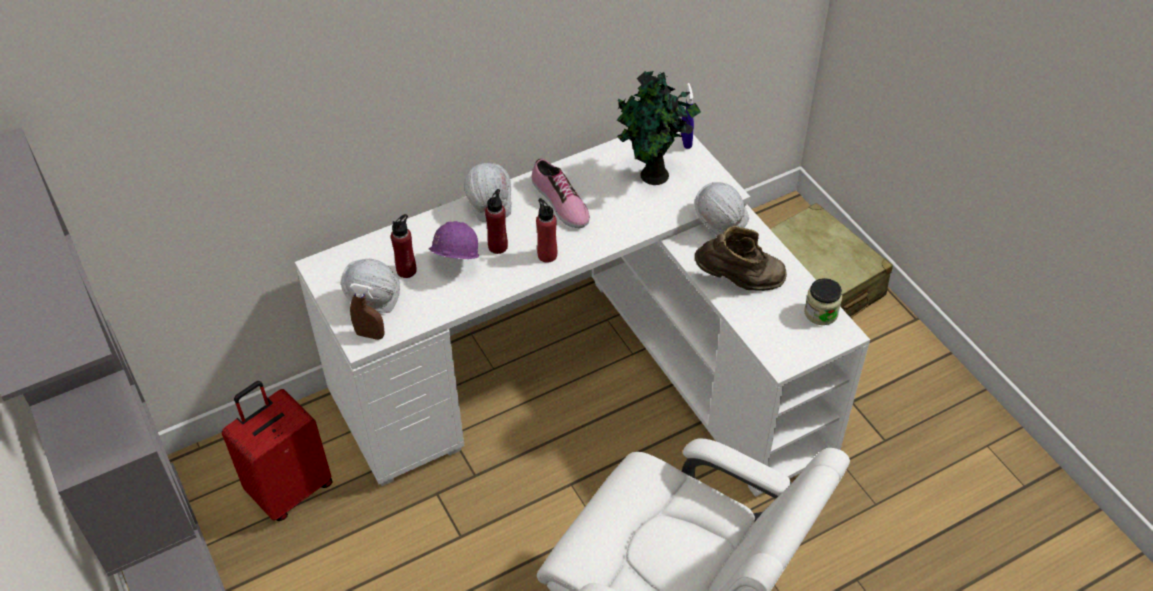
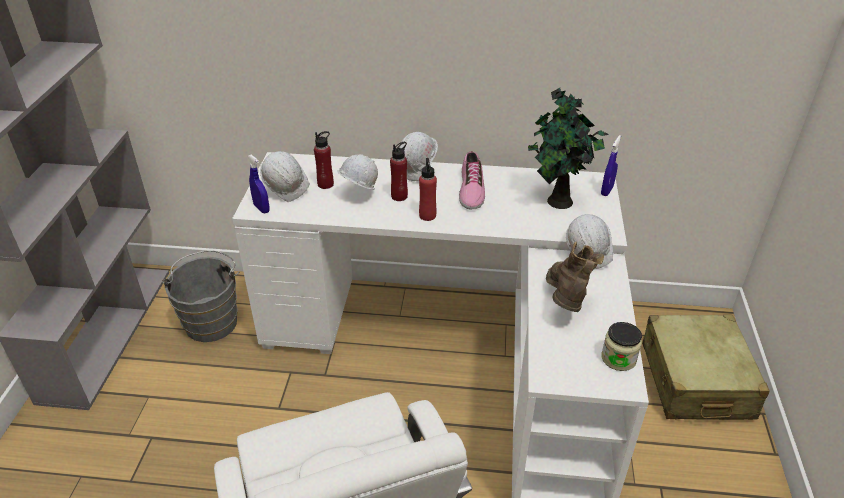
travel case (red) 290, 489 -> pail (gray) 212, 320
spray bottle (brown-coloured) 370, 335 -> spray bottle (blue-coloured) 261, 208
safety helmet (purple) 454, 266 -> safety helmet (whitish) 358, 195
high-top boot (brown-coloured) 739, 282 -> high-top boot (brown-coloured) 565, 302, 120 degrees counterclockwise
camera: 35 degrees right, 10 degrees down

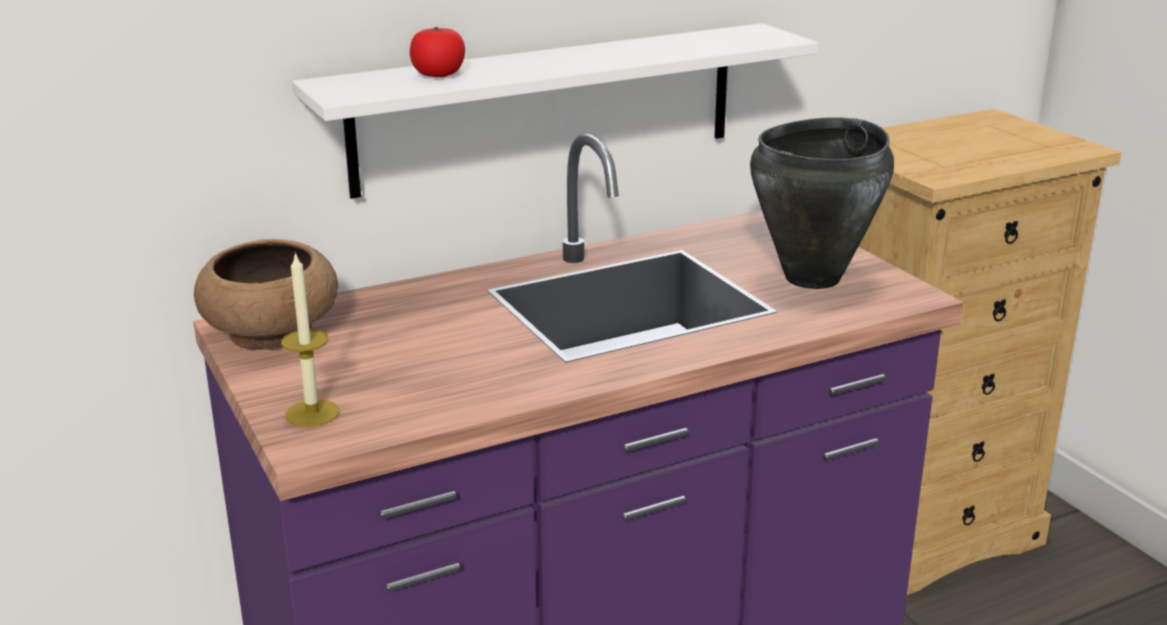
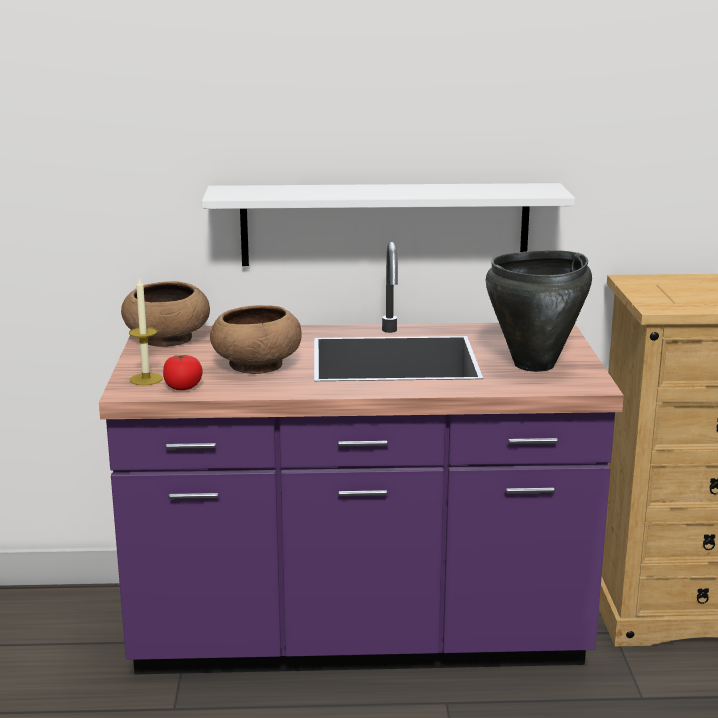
none -> bowl (brown-coloured) 255, 365
tomato 438, 74 -> tomato 183, 387, move
camera: 25 degrees right, 5 degrees down

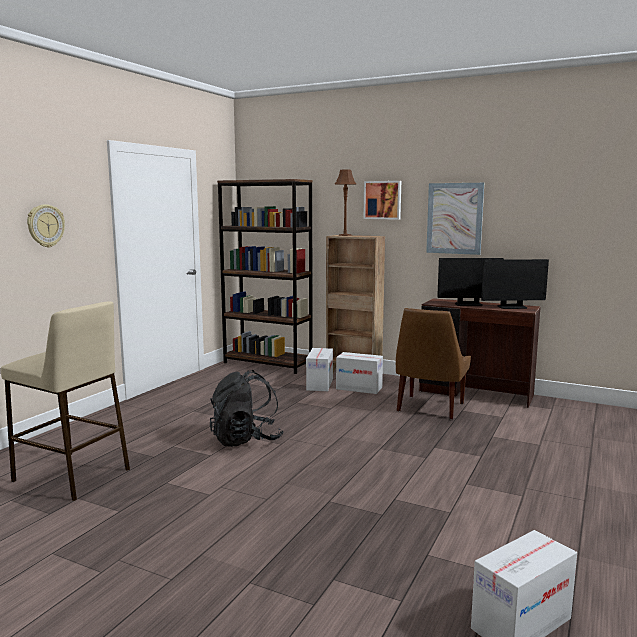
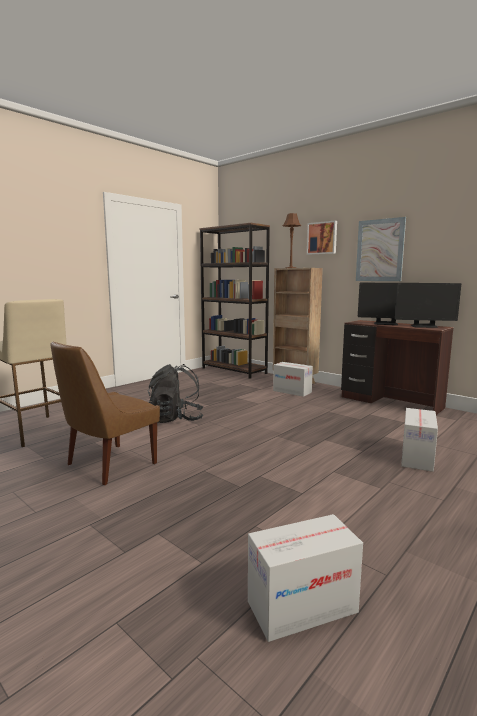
hanging clock 45, 226 -> none
carton 320, 384 -> carton 417, 457, move
upright chair (brown-coloured) 429, 408 -> upright chair (brown-coloured) 108, 465, move
camera: 15 degrees right, 0 degrees up

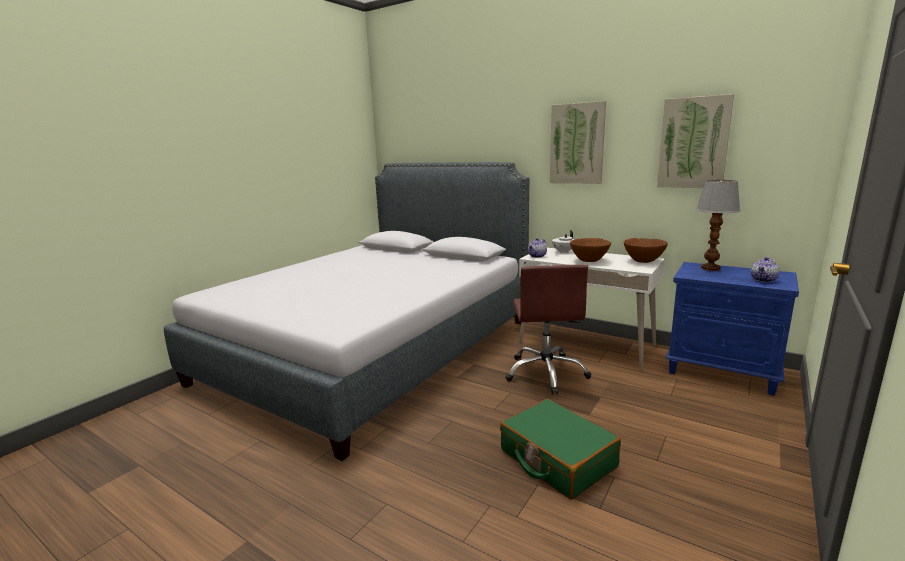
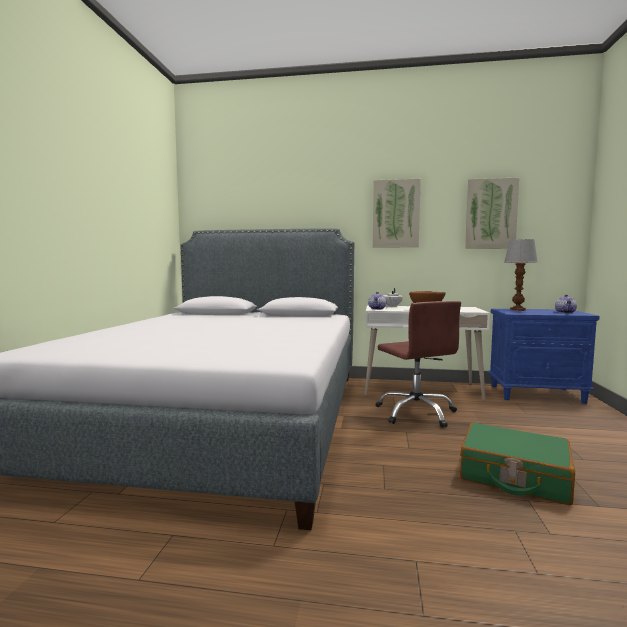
bowl (brown-coloured) 643, 261 -> none
camera: 25 degrees left, 10 degrees down

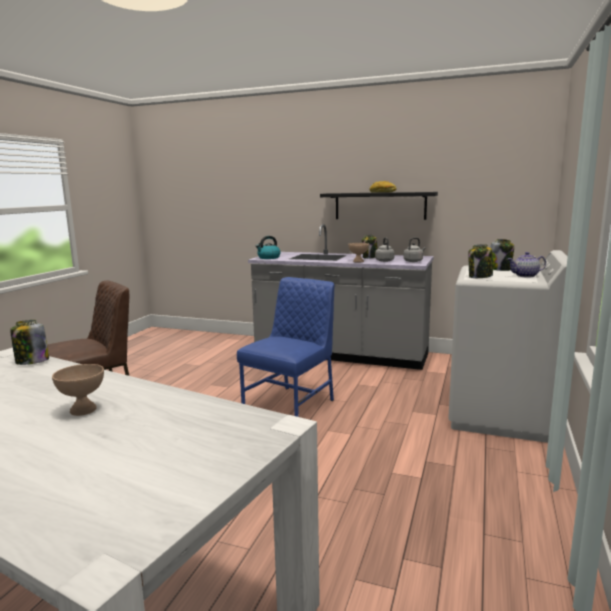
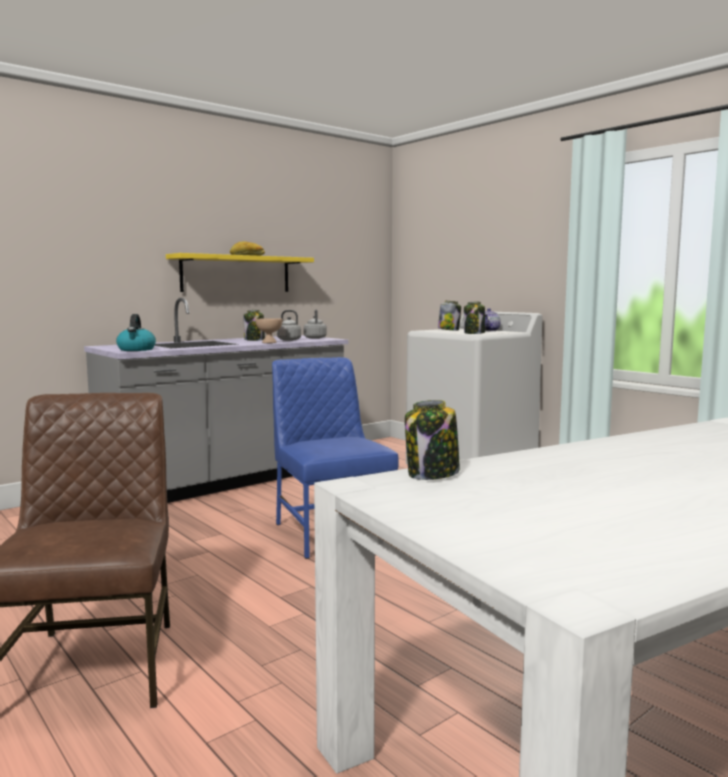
bowl (sand-coloured) 83, 409 -> none
bracket shelf (black) 380, 206 -> bracket shelf (yellow) 236, 274
camera: 60 degrees left, 5 degrees down

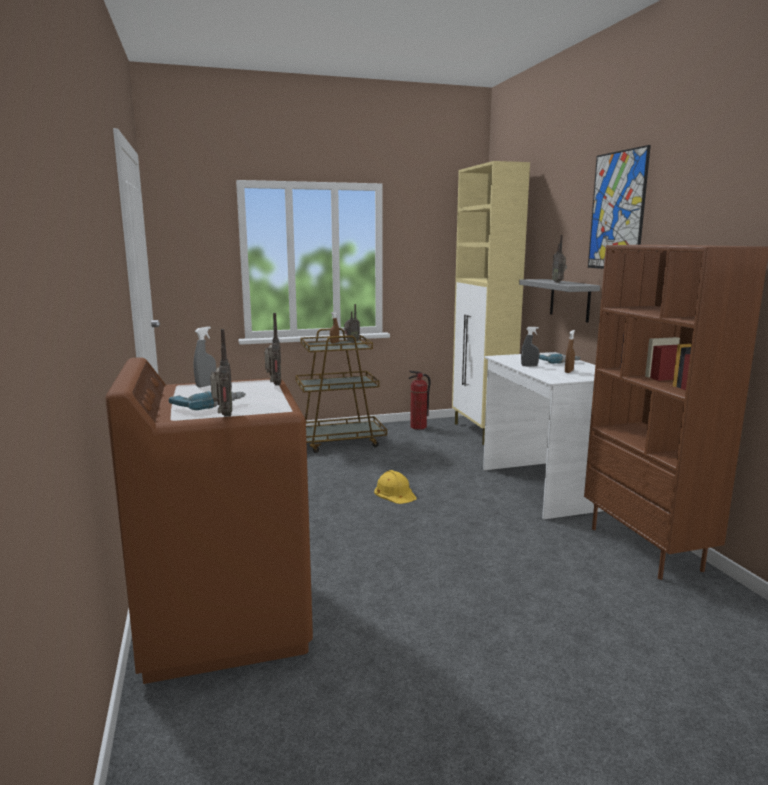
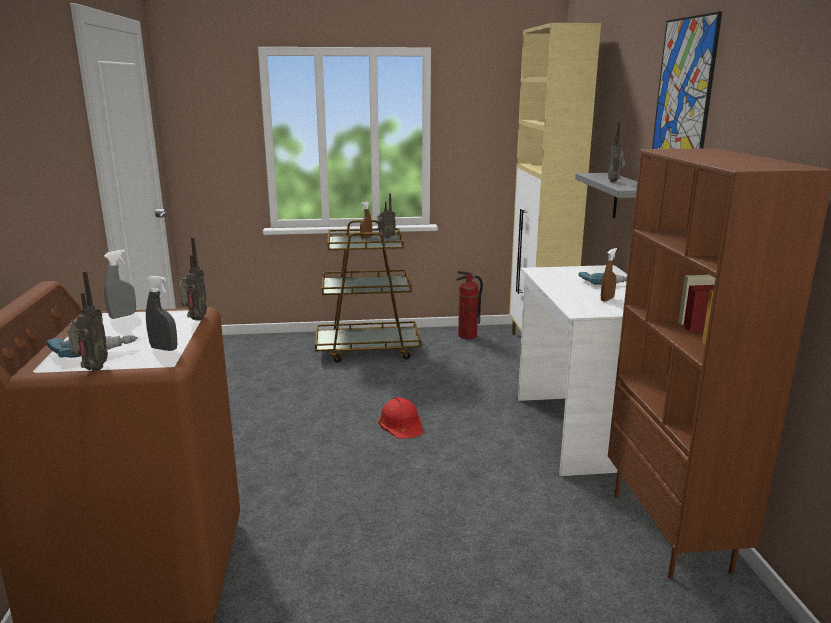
spray bottle (gray) 529, 366 -> spray bottle (gray) 164, 349, move
safety helmet (yellow) 395, 493 -> safety helmet (red) 401, 424
camera: 10 degrees right, 5 degrees up

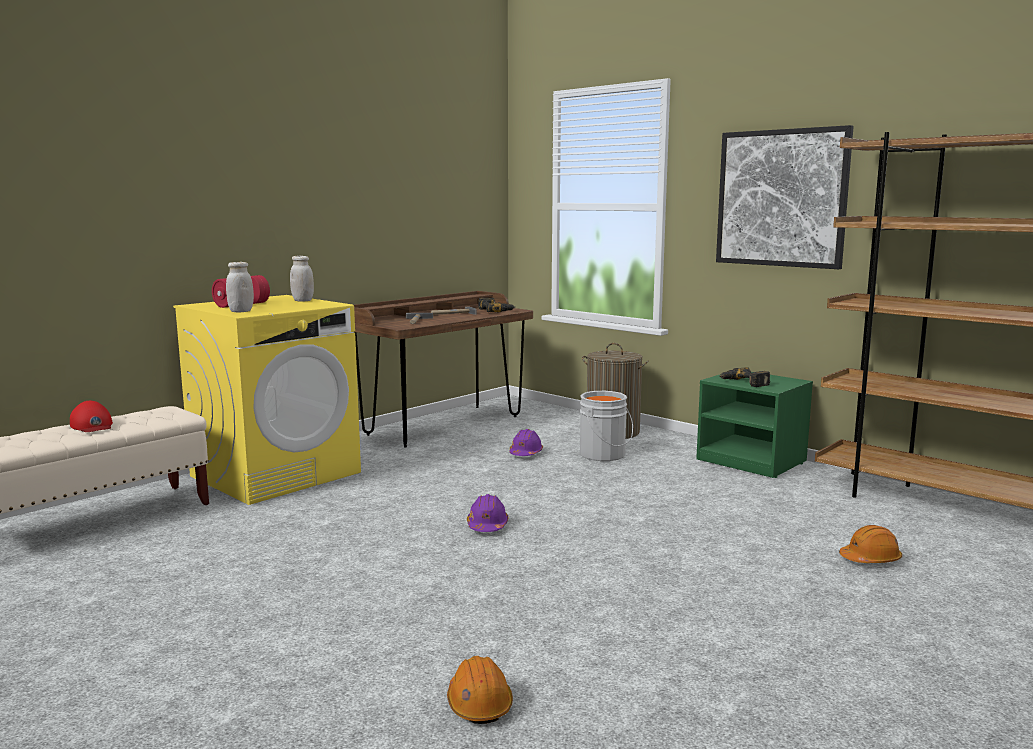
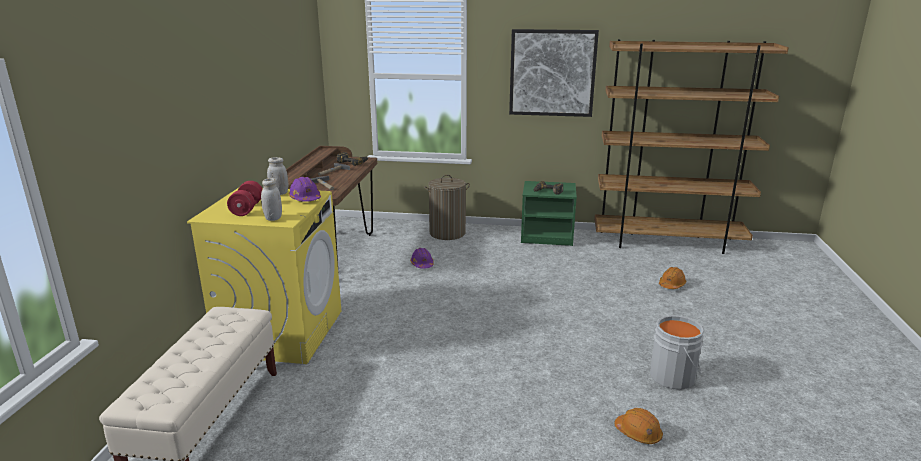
cap (red) 92, 425 -> none
safety helmet (purple) 487, 526 -> safety helmet (purple) 305, 199, move
pail (gray) 604, 455 -> pail (gray) 675, 377, move
camera: 35 degrees left, 10 degrees up

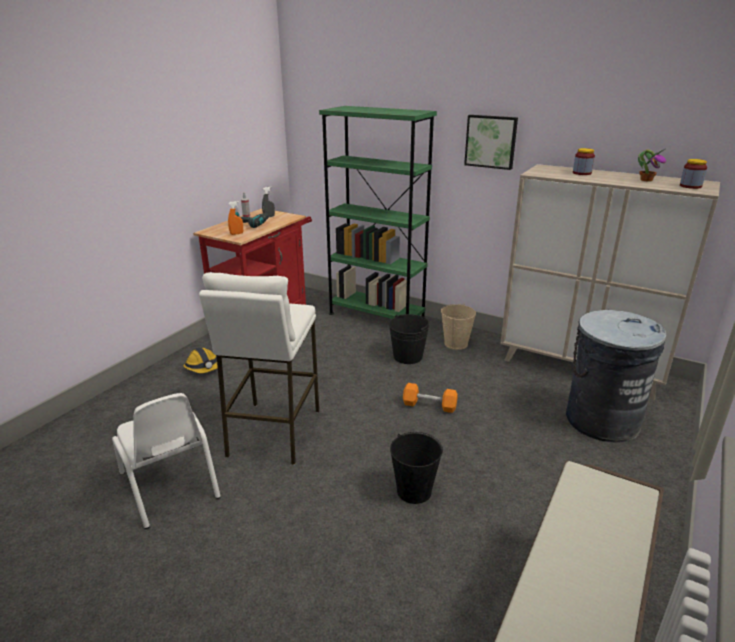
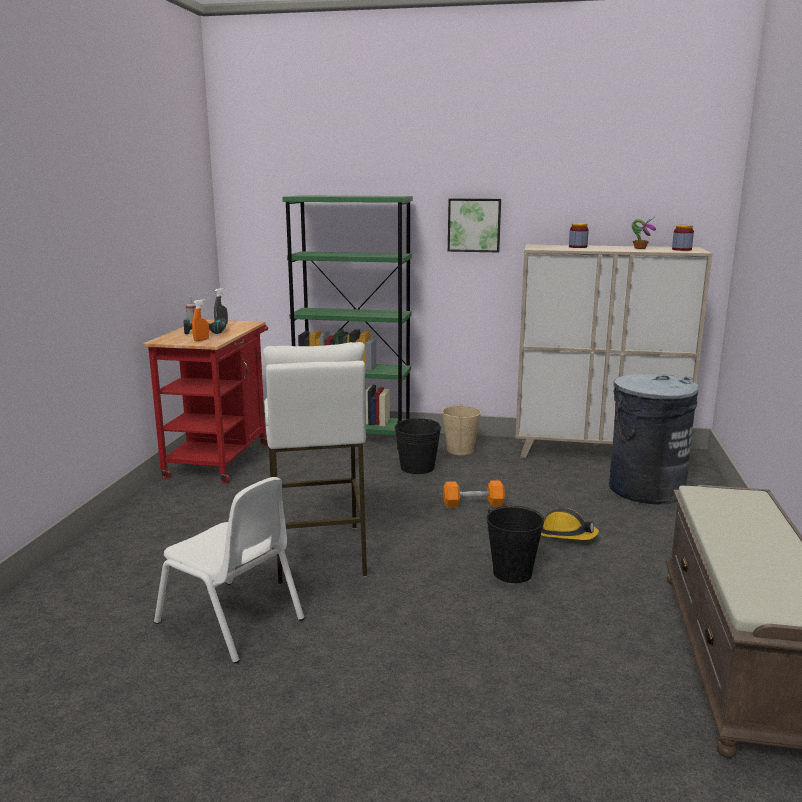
safety helmet 203, 367 -> safety helmet 567, 536, move
camera: 20 degrees left, 10 degrees down

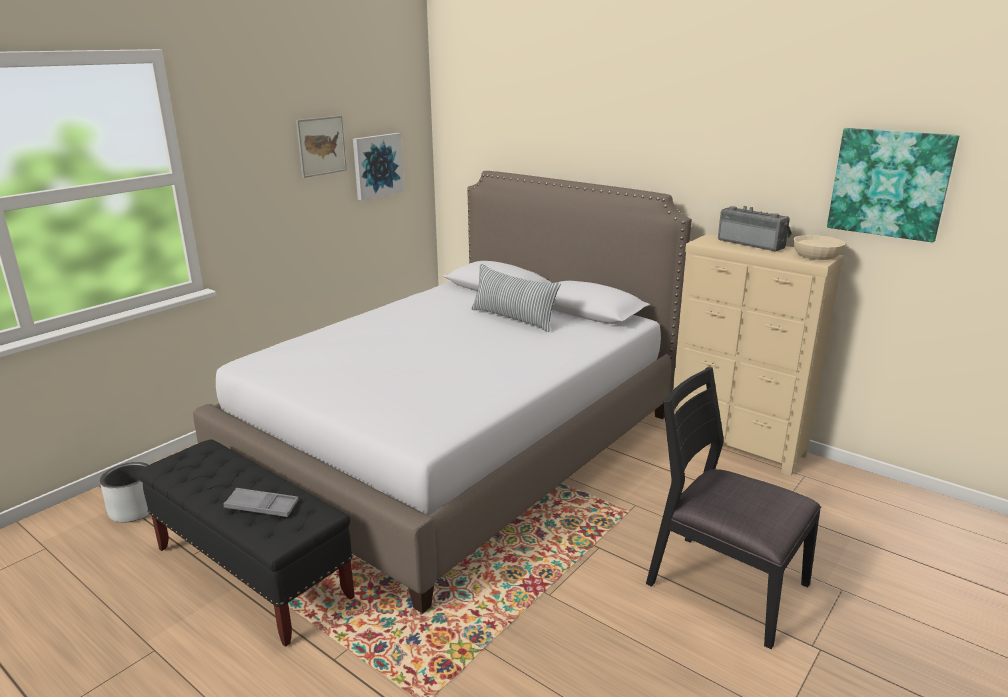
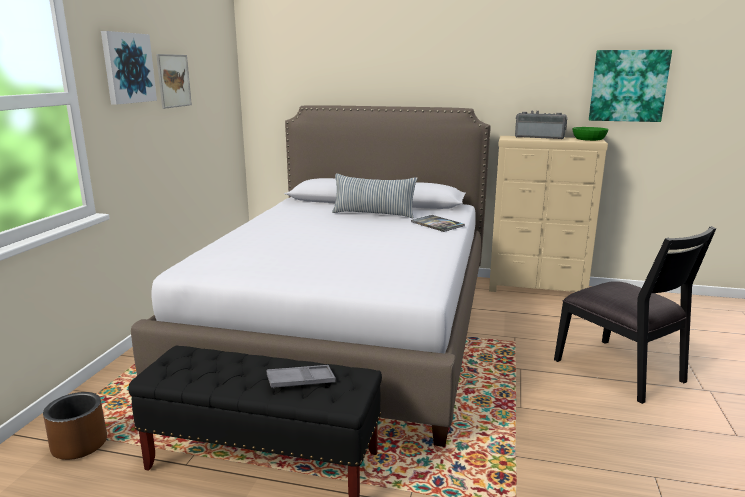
none -> book 437, 224
picture 377, 165 -> picture 128, 68, move
flower pot (gray) 134, 509 -> flower pot (brown-coloured) 79, 444
bowl (sand-coloured) 817, 256 -> bowl (green) 589, 139
upright chair (black) 725, 585 -> upright chair (black) 620, 370, 135 degrees counterclockwise
camera: 25 degrees left, 5 degrees down

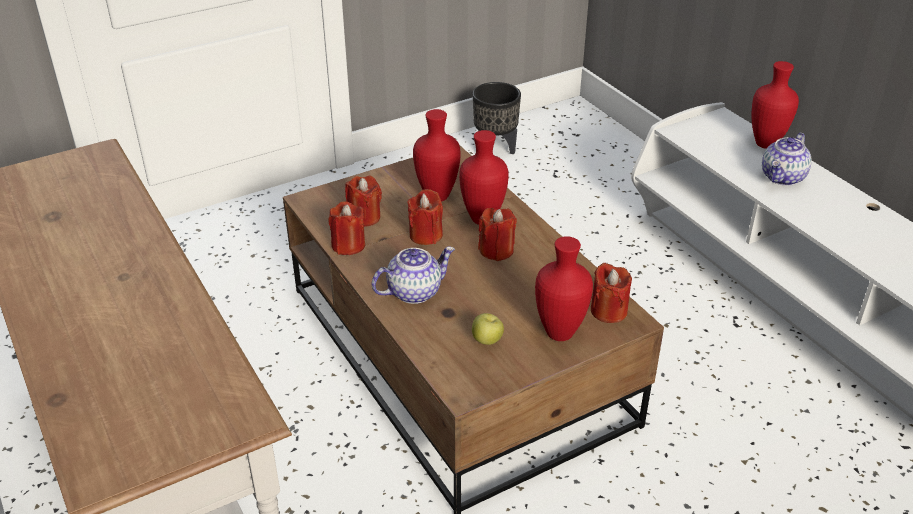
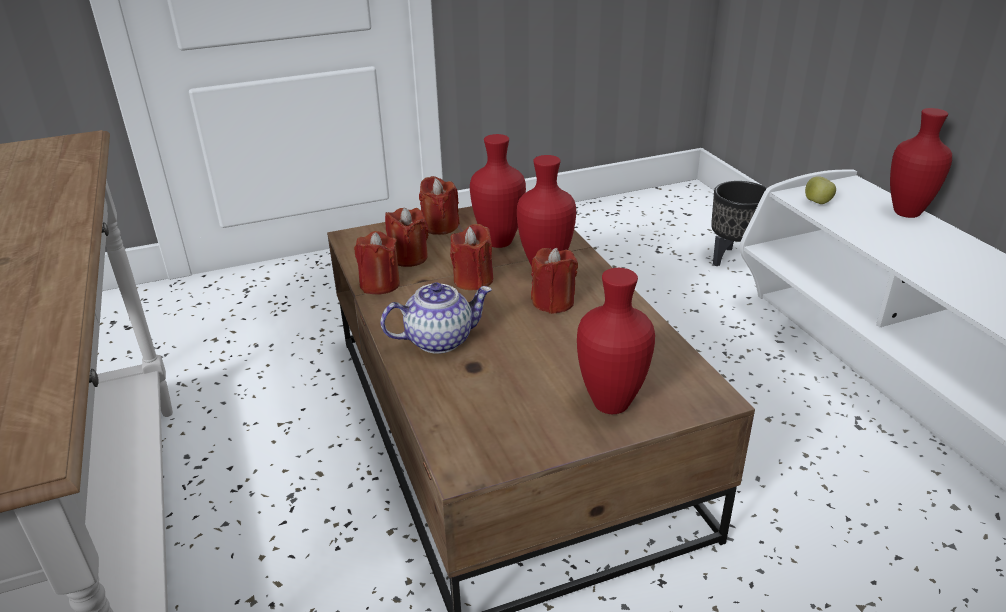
tea pot 783, 177 -> none
apple fruit 487, 340 -> apple fruit 817, 203, move
flower pot (black) 495, 148 -> flower pot (black) 733, 259, move
candle (red) 608, 311 -> candle (red) 440, 226, move
camera: 10 degrees right, 5 degrees down

